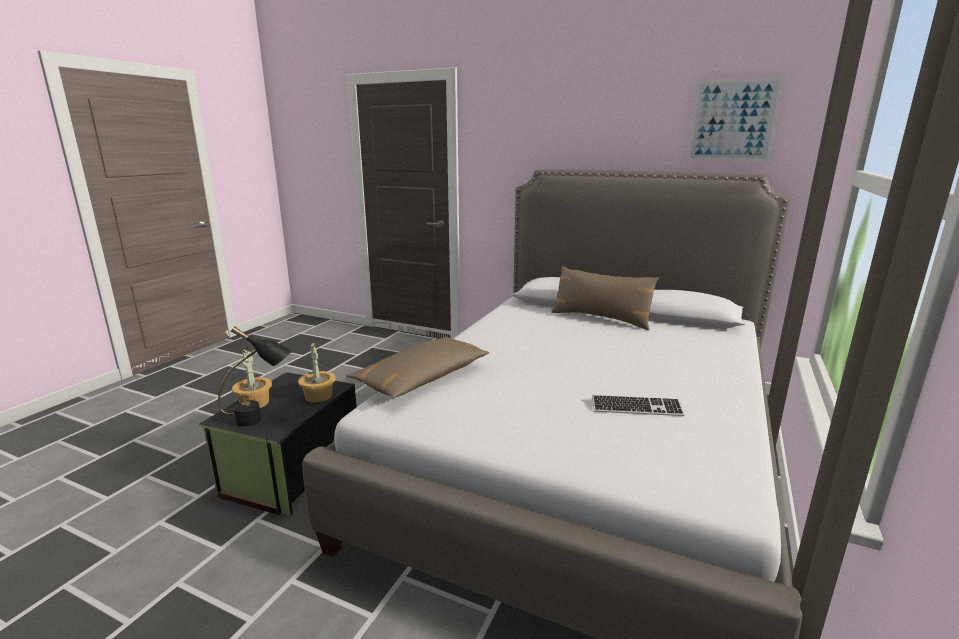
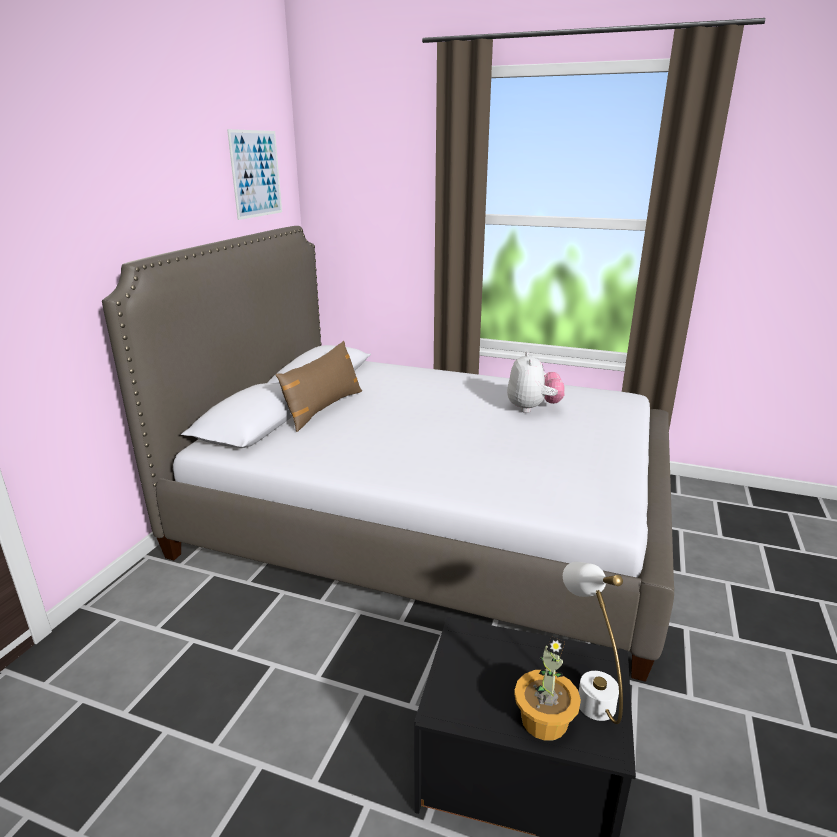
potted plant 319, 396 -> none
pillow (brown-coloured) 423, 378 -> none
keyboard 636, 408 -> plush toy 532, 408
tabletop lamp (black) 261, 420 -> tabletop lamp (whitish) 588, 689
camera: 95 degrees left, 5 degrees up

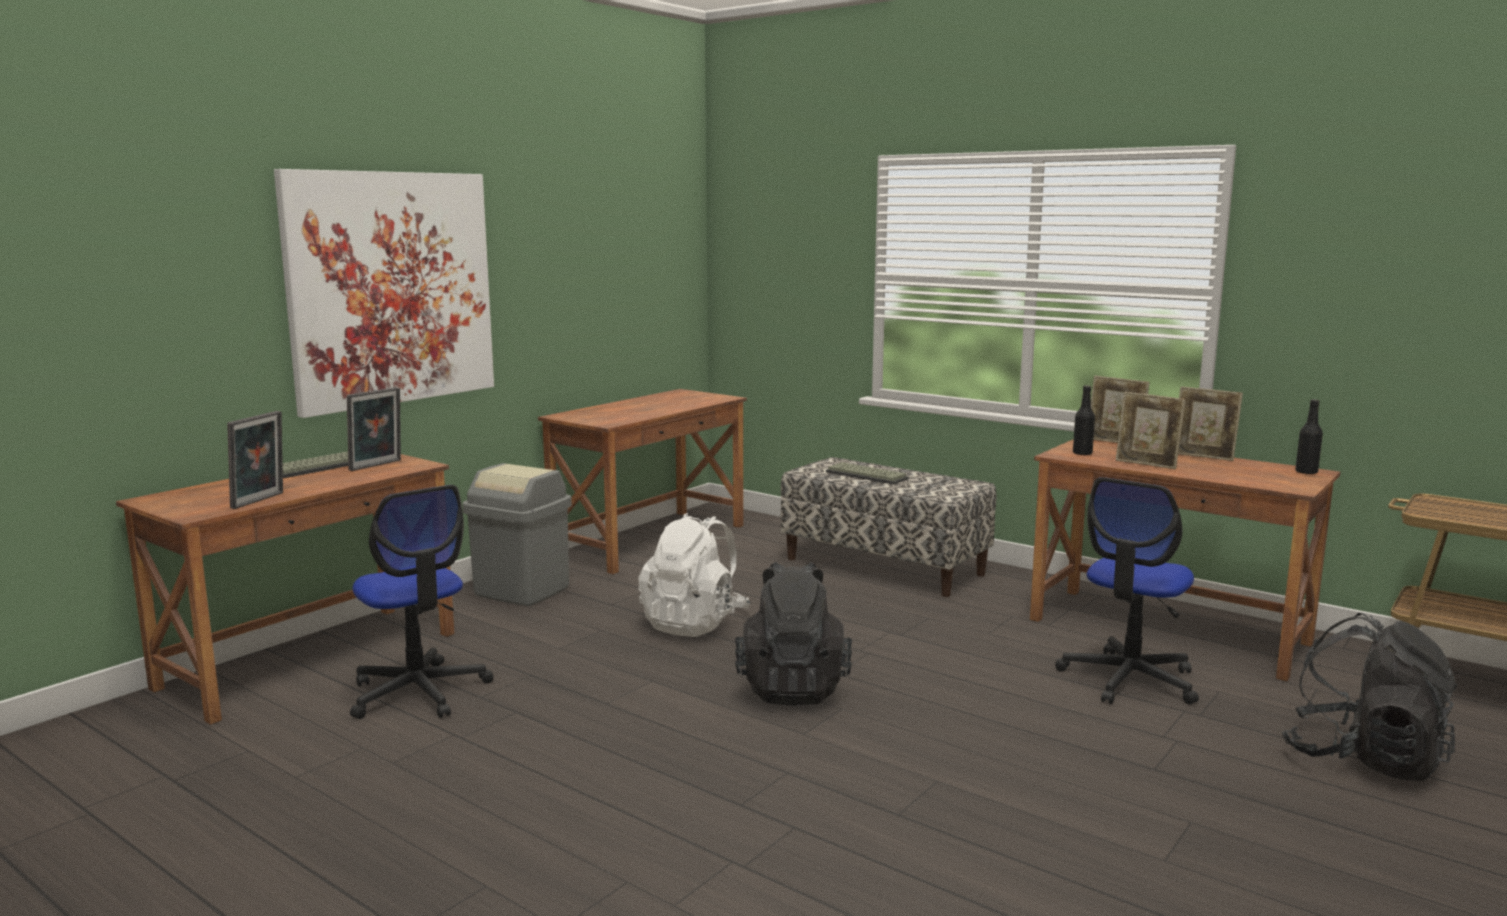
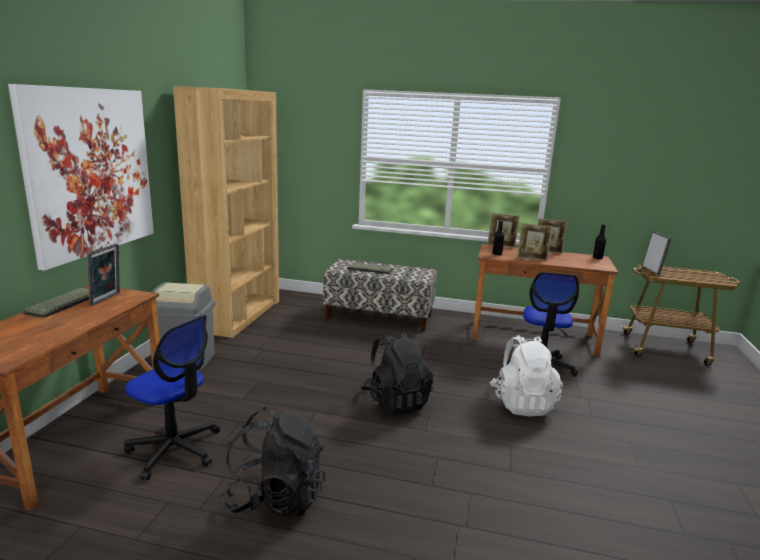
photo frame 260, 501 -> photo frame 652, 270, move
backpack (whitish) 694, 623 -> backpack (whitish) 522, 403, move
backpack (black) 1363, 759 -> backpack (black) 275, 498, move
desk table (brown-coloured) 649, 540 -> bookshelf (brown-coloured) 238, 315
camera: 25 degrees left, 5 degrees up

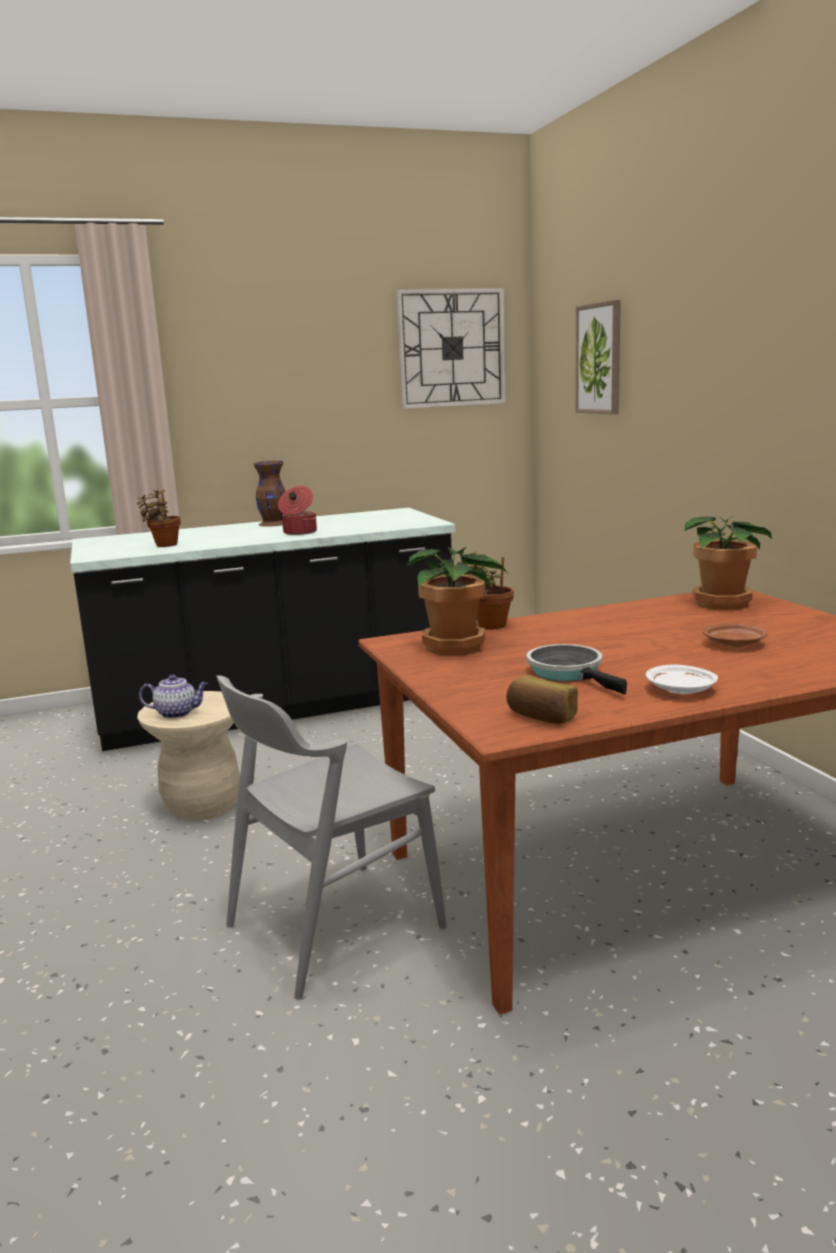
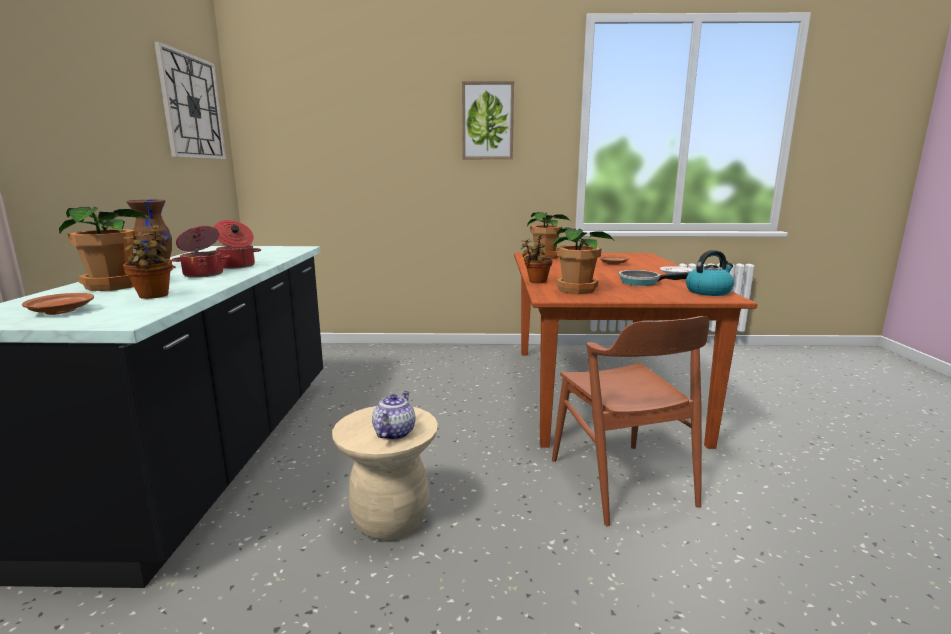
none -> dinner plate (brown-coloured) 60, 311
none -> potted plant 114, 285
none -> stockpot 203, 274
picture 599, 359 -> picture 487, 121, move
baked bread 541, 717 -> water kettle 708, 292
upright chair (gray) 334, 926 -> upright chair (brown-coloured) 621, 482
camera: 70 degrees left, 0 degrees up

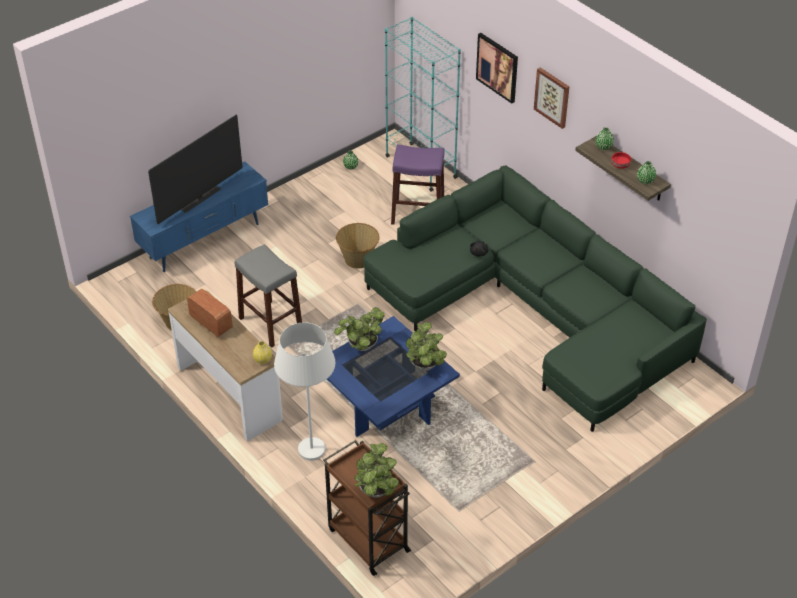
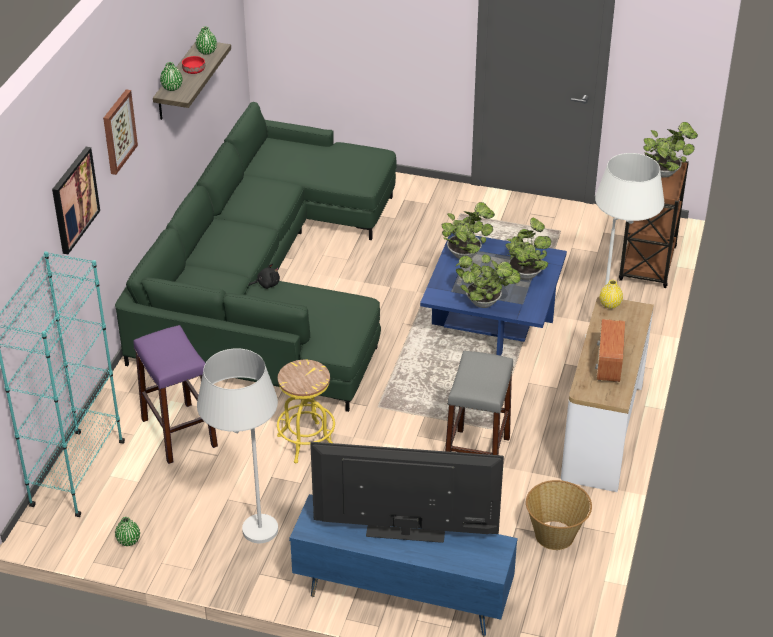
none -> standard lamp (whitish) 249, 543
none -> potted plant 526, 273
household basket 358, 260 -> stool seat (yellow) 306, 442
camera: 125 degrees left, 5 degrees down

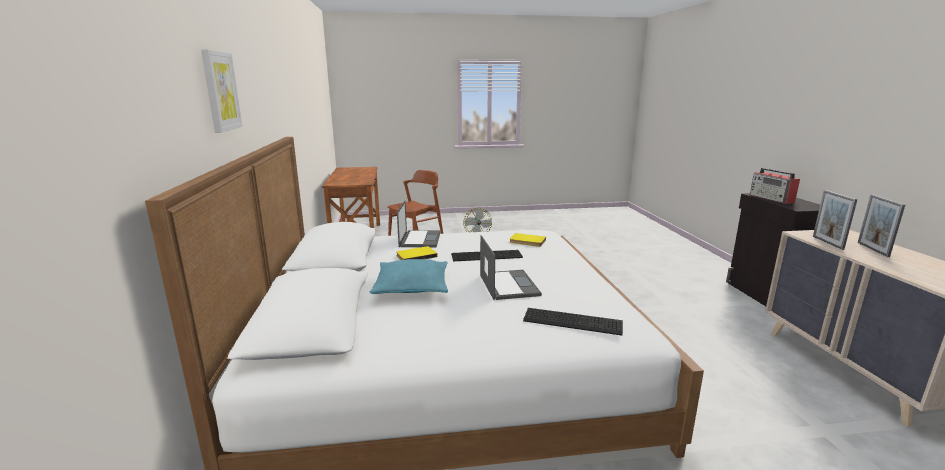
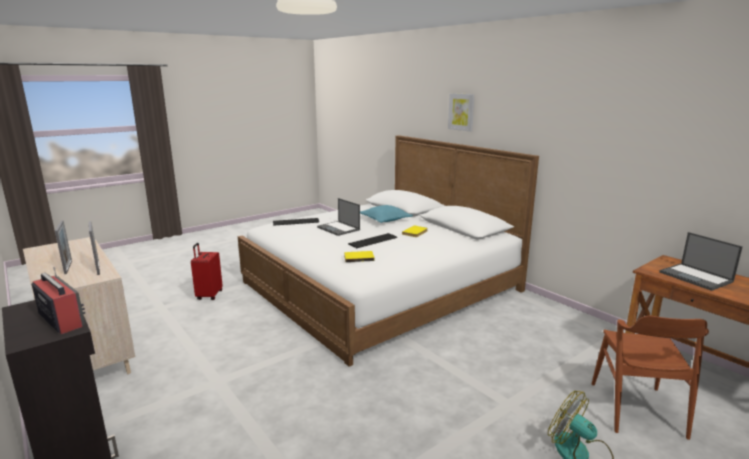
none -> travel case (red) 209, 295
laptop 420, 239 -> laptop 696, 277, move
camera: 150 degrees right, 0 degrees up

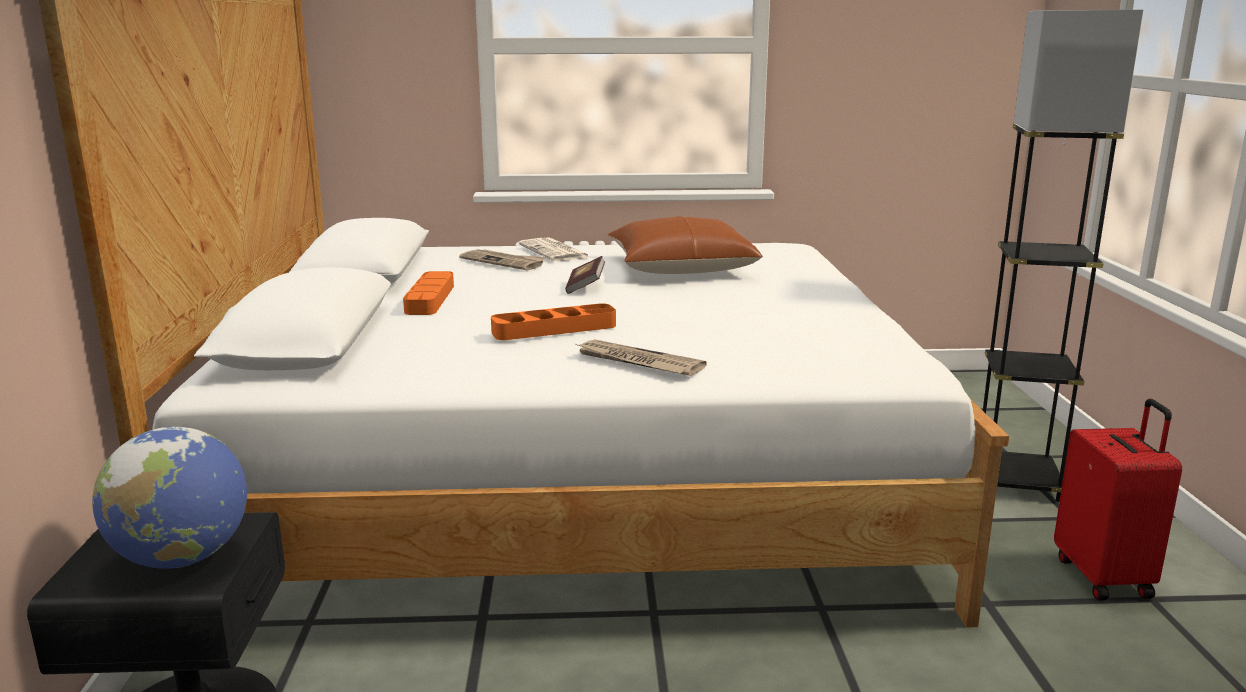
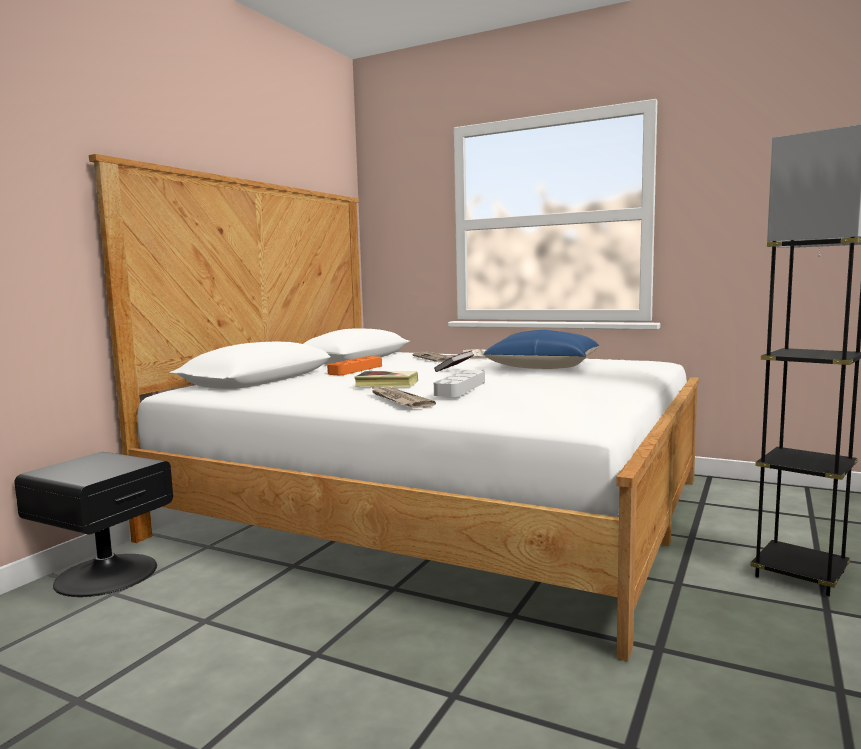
globe 182, 558 -> none
travel case (red) 1105, 577 -> none
none -> serving tray (gray) 460, 388
serving tray (orange) 554, 329 -> book 387, 384
pillow (brown-coloured) 681, 267 -> pillow (blue-coloured) 543, 366
camera: 30 degrees right, 10 degrees down

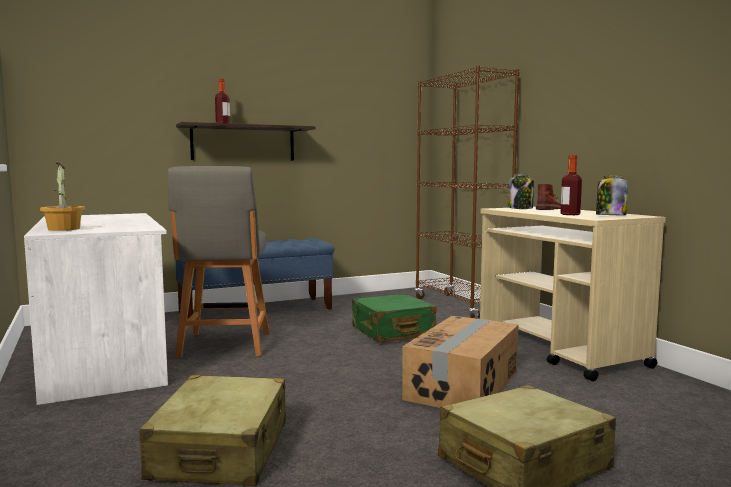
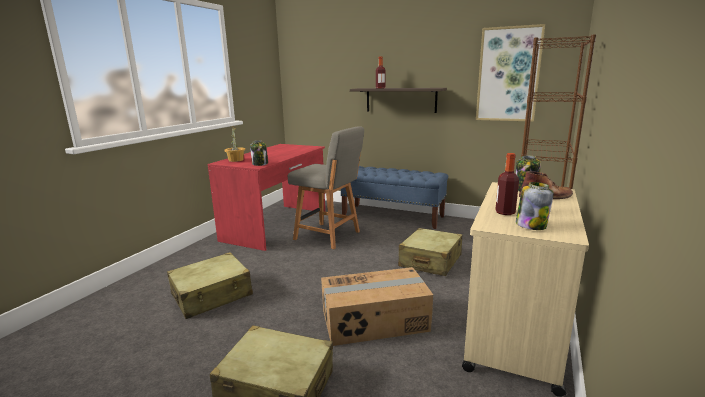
none -> preserve jar 260, 164
none -> picture 508, 75
desk table (whitish) 105, 358 -> desk table (red) 277, 225
travel case (green) 392, 332 -> travel case (sand-coloured) 430, 261
upright chair (gray) 224, 346 -> upright chair (gray) 329, 236, 105 degrees counterclockwise
camera: 50 degrees right, 10 degrees up

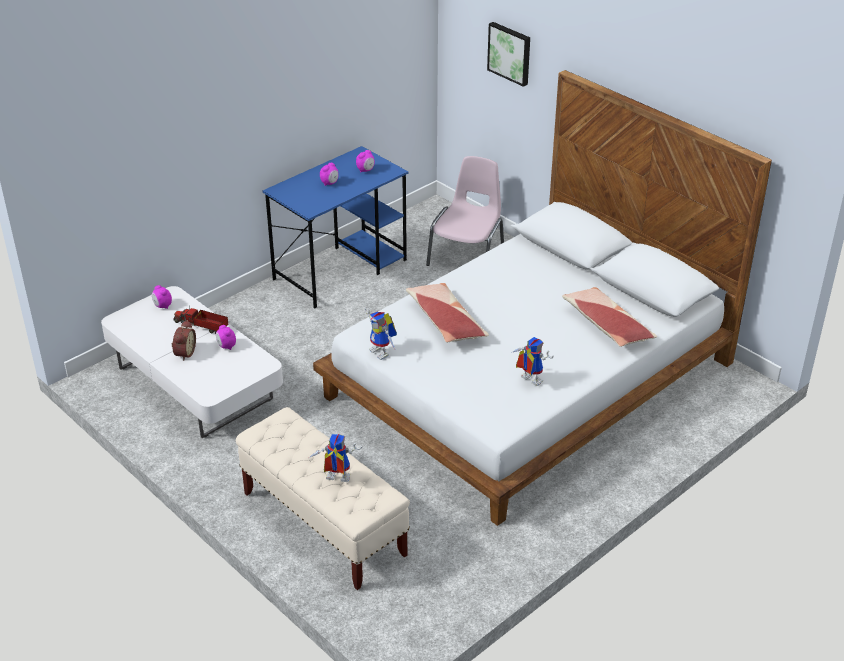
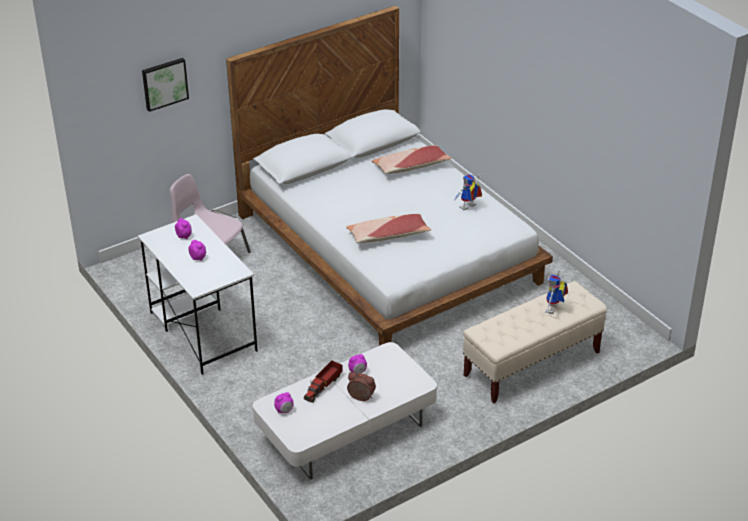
toy robot 383, 352 -> none
desk table (blue-coloured) 341, 269 -> desk table (whitish) 202, 331
camera: 80 degrees left, 0 degrees up

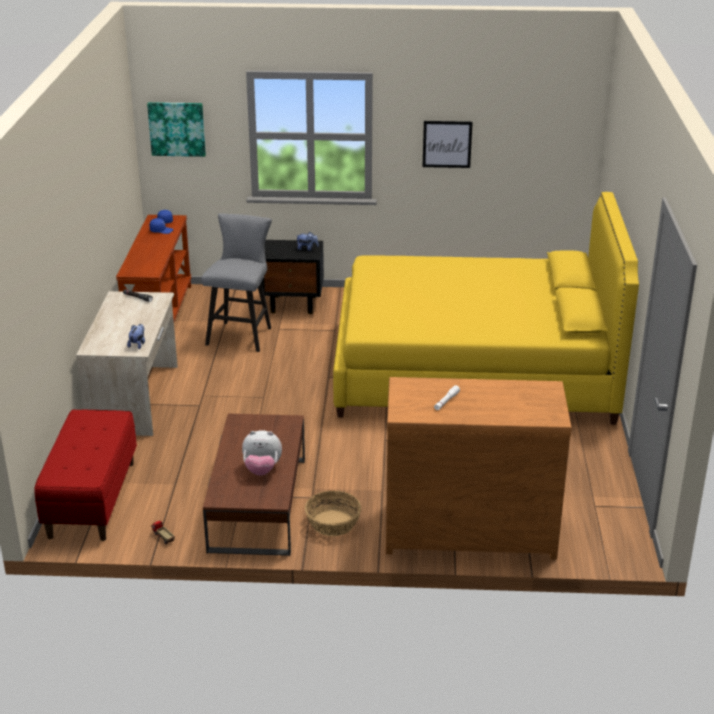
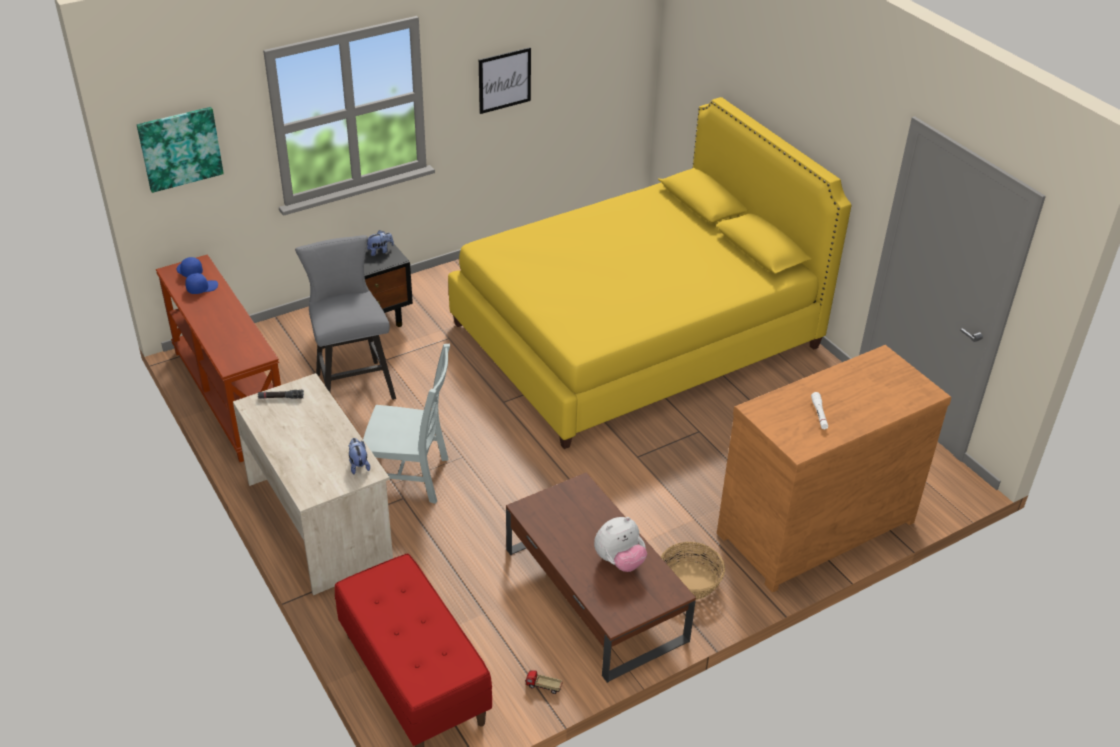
none -> upright chair (gray) 411, 477
camera: 35 degrees left, 10 degrees up

